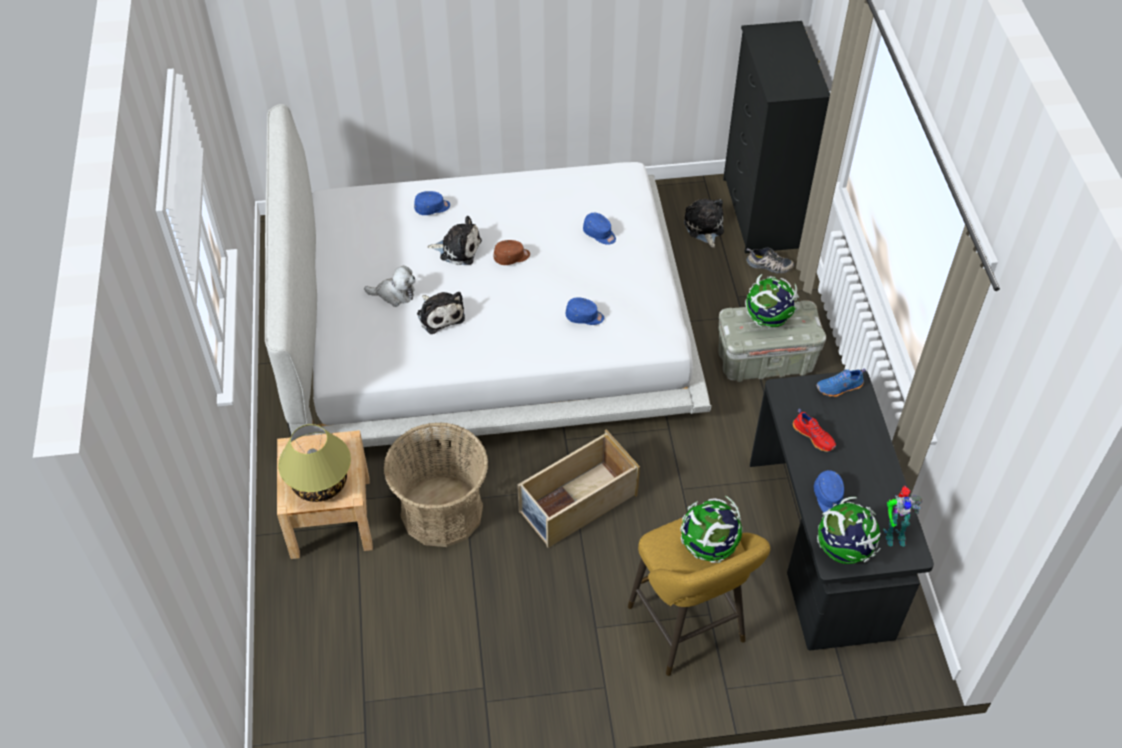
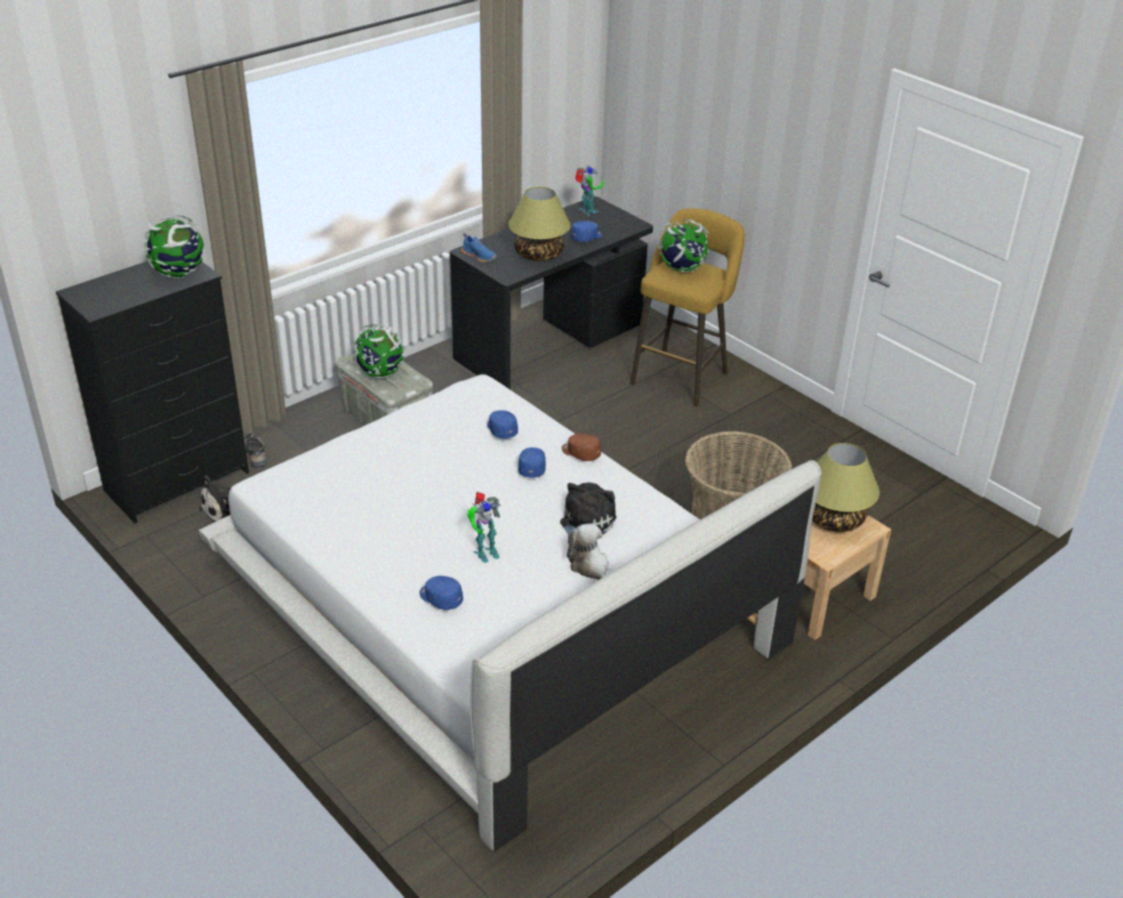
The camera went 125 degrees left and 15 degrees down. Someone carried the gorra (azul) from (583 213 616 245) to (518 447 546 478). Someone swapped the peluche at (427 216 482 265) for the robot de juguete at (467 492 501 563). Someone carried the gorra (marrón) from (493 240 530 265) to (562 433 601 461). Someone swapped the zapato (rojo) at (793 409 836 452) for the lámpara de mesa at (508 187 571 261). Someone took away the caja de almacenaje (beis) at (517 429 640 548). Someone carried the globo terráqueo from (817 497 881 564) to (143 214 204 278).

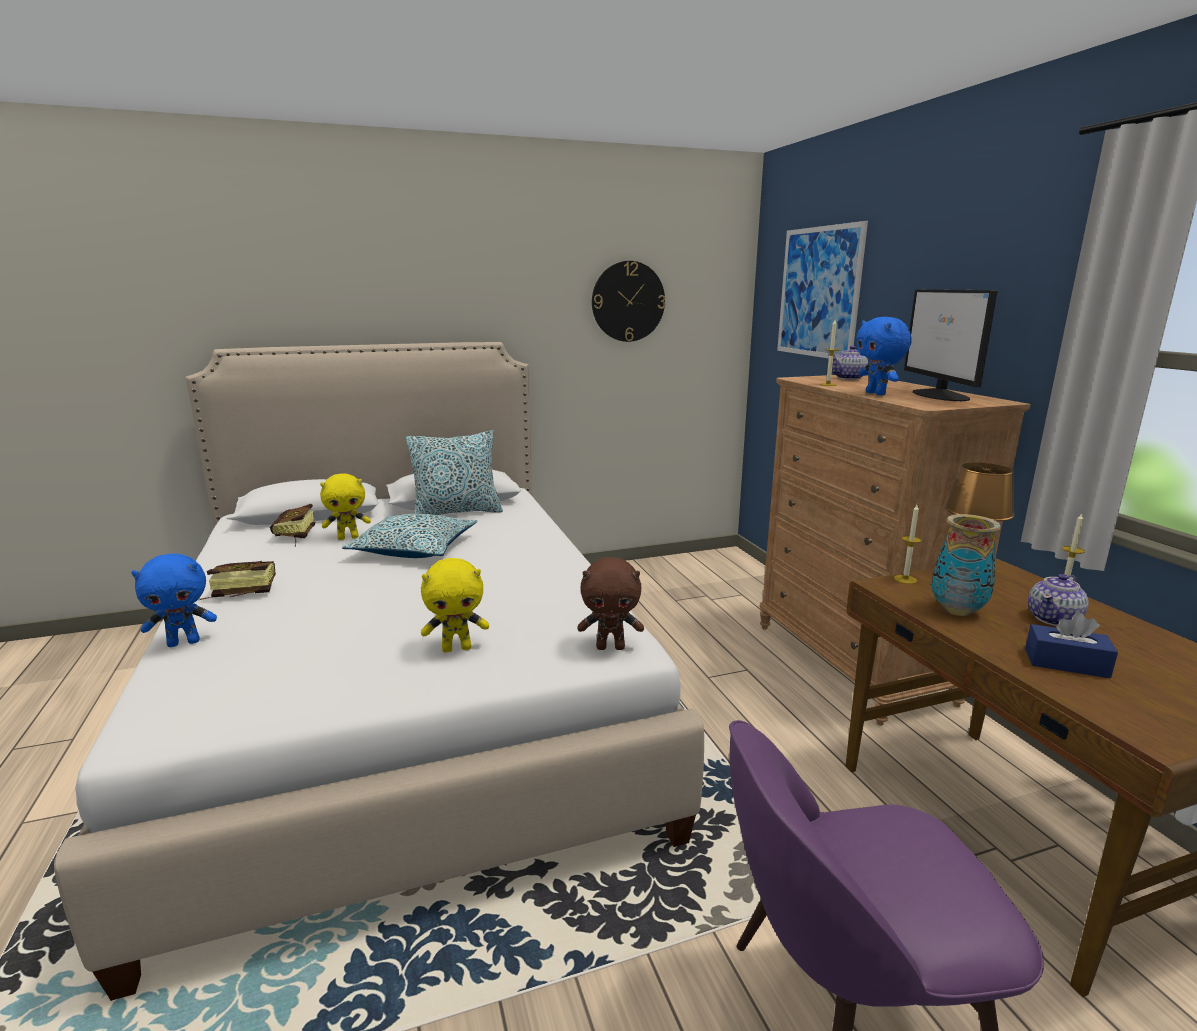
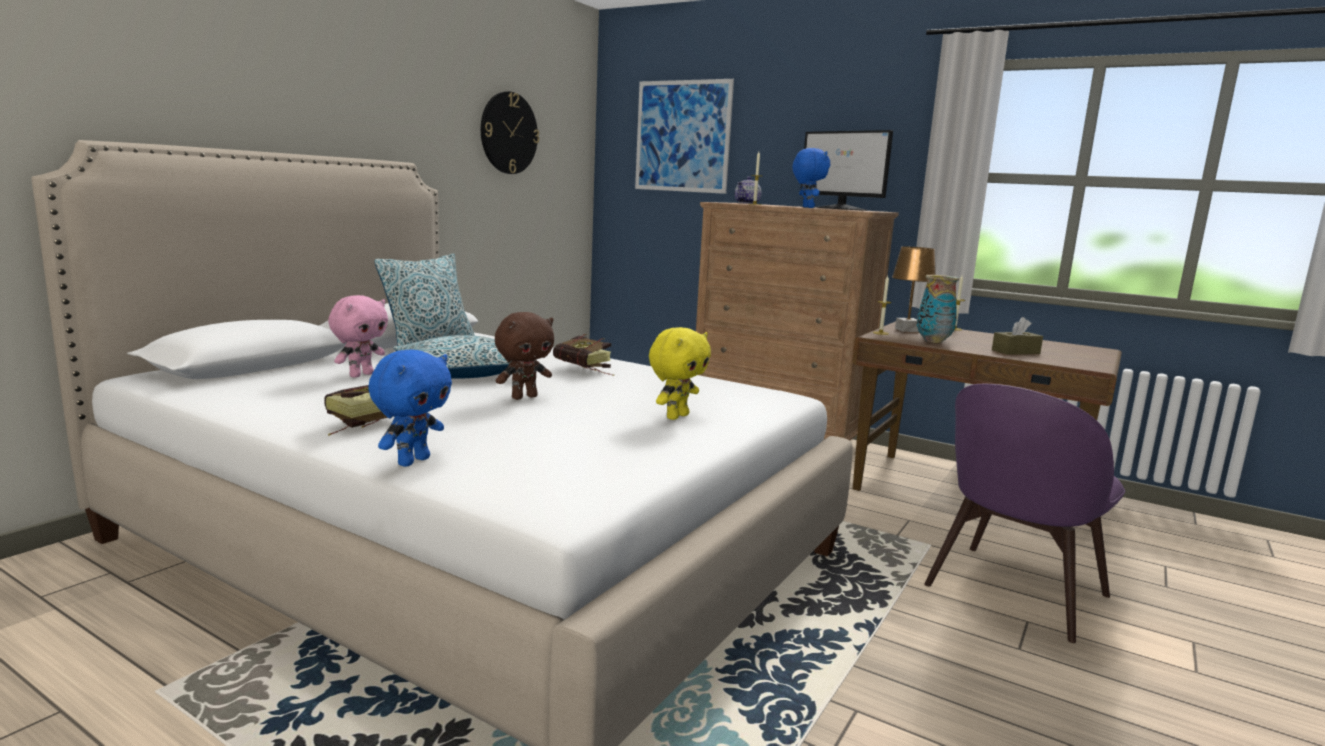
The camera went 40 degrees left and 5 degrees down. Someone rotated the peluche (azul) at (856 317 912 395) by 135 degrees counterclockwise. Someone repainted the peluche (amarillo) at (320 474 371 540), which became the peluche (rosa) at (328 295 388 378). Someone carried the libro from (270 504 315 547) to (553 334 614 376). Someone carried the peluche (marrón) from (577 557 644 650) to (495 312 554 400). Someone took away the tetera at (1028 574 1089 626). Someone repainted the caja de pañuelos (azul) at (1025 612 1118 678), which became the caja de pañuelos (marrón) at (992 317 1043 355).

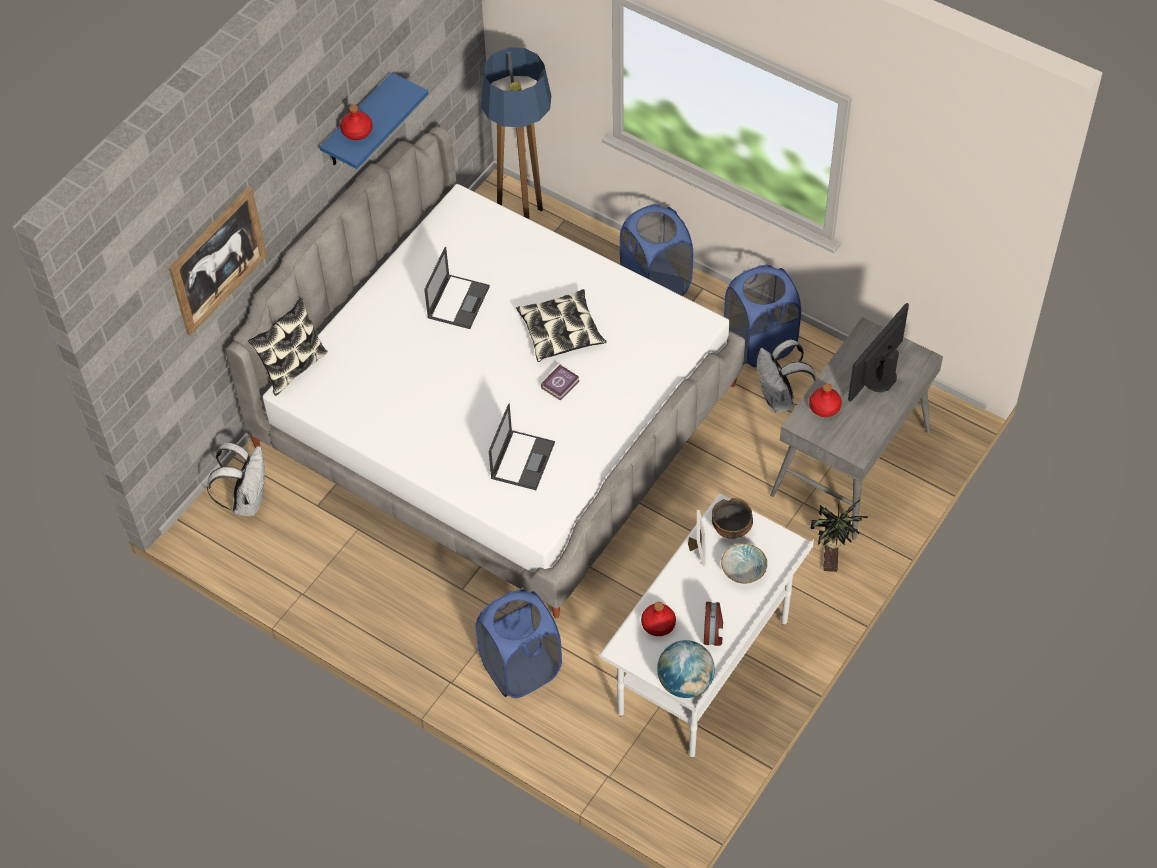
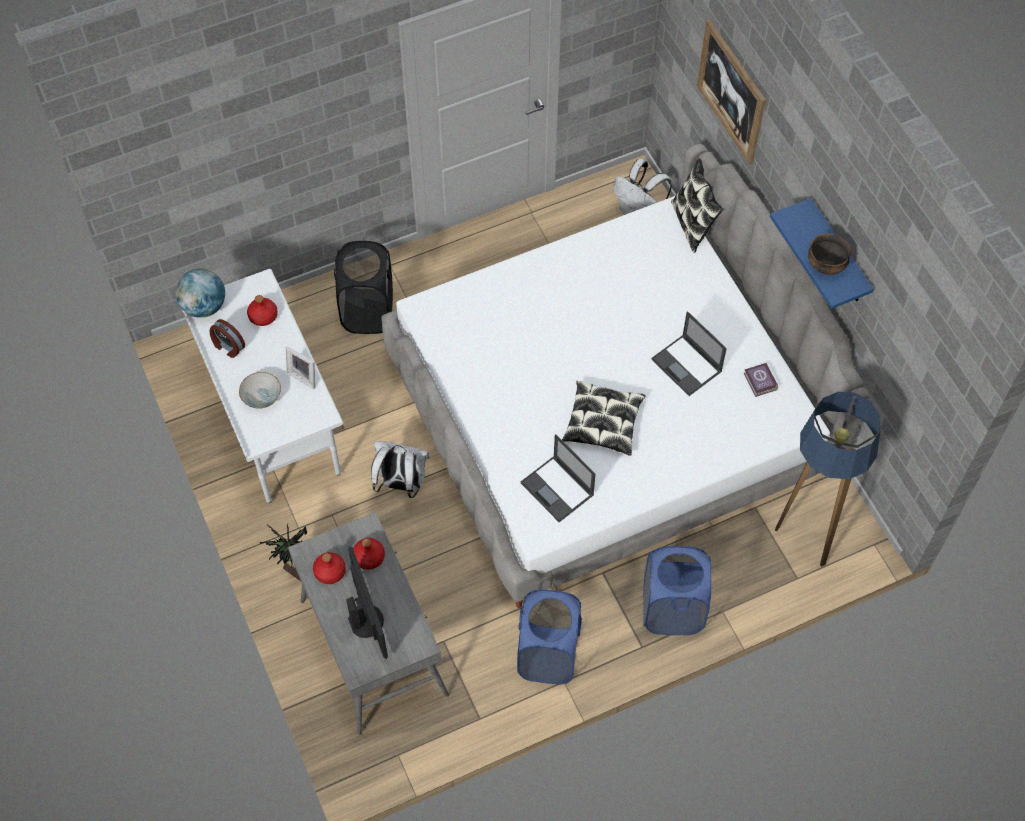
The camera went 120 degrees right and 5 degrees up. Someone carried the botella (rojo) from (340 105 373 140) to (313 552 346 584). Someone carried the mochila (blanco) from (757 339 817 413) to (371 441 430 498). Someone carried the libro from (541 365 579 401) to (744 363 778 397). Someone carried the portátil from (489 404 555 490) to (521 434 595 522). Someone carried the cuenco from (712 498 753 539) to (808 233 851 275). Someone repainted the cesto de la ropa (azul) at (476 590 562 698), which became the cesto de la ropa (negro) at (334 241 393 334).

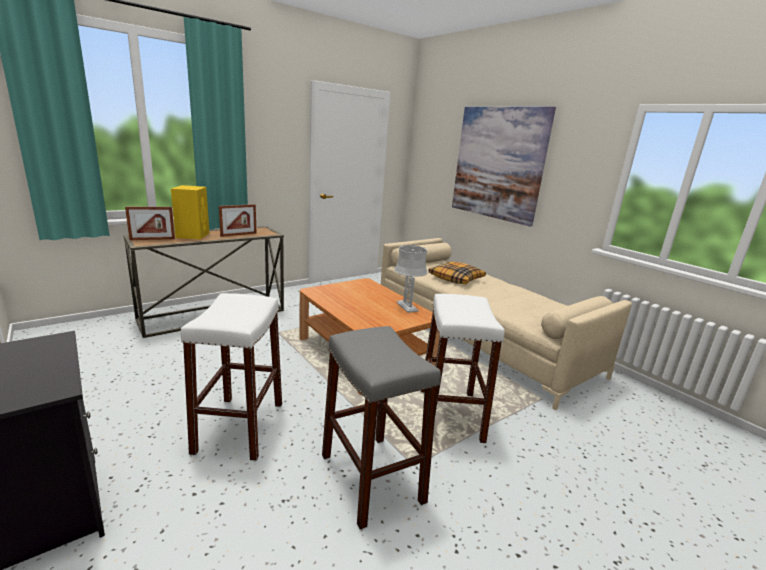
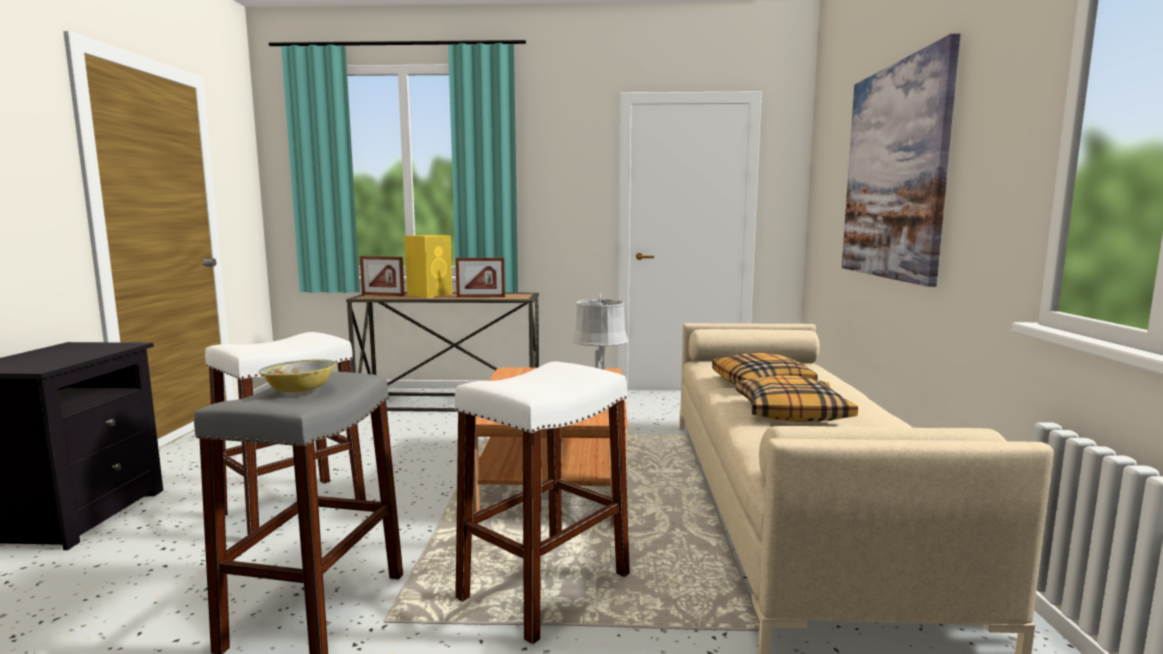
The camera went 40 degrees right and 10 degrees down. Someone put down the cuenco at (259 359 336 392). Someone put down the cojín at (736 375 858 422).

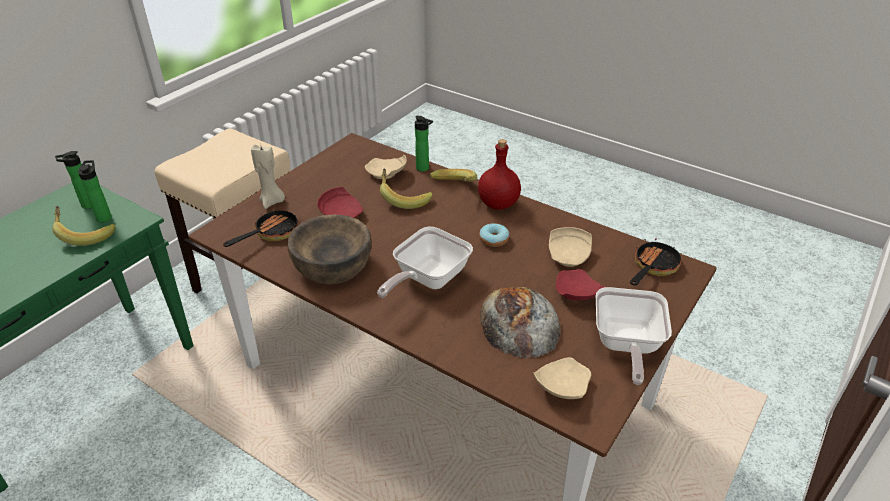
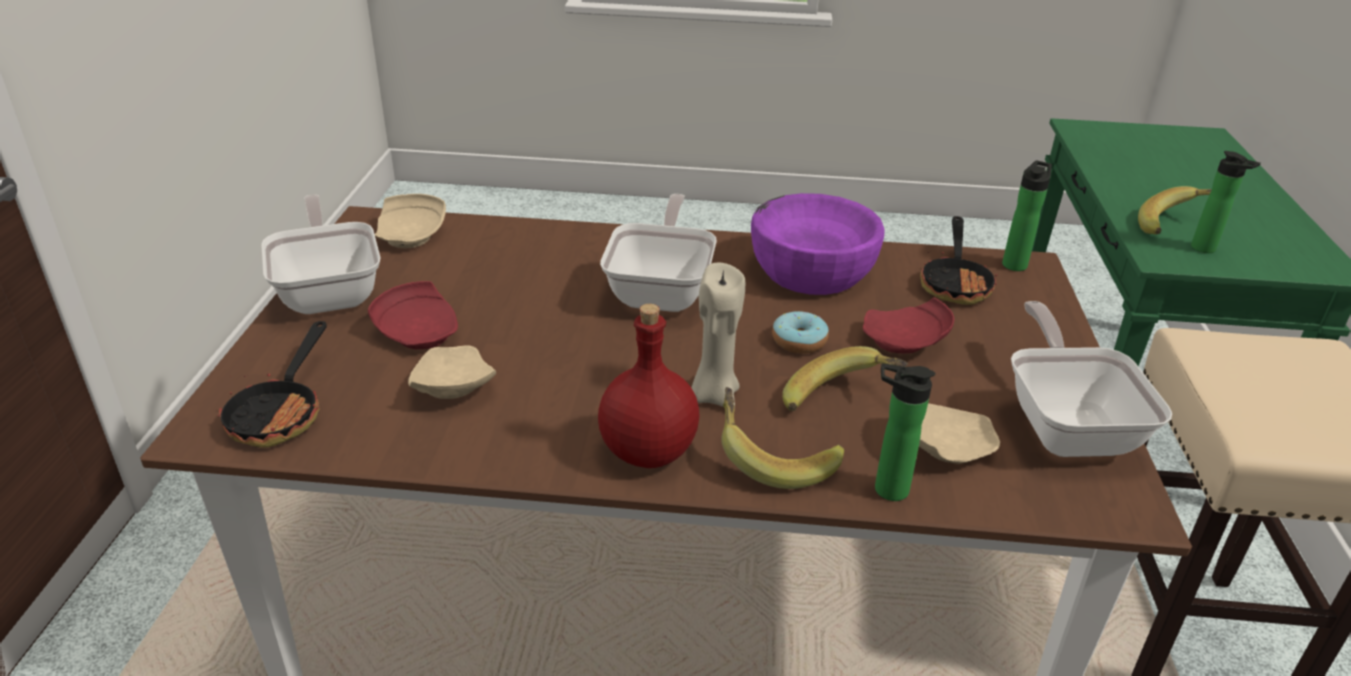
The camera went 150 degrees right and 5 degrees down. Someone carried the vela (beis) from (251 143 285 209) to (691 263 745 407). Someone carried the botella from (55 151 92 209) to (1002 161 1052 271). Someone repainted the cuenco (marrón) at (288 214 371 285), which became the cuenco (morado) at (751 193 885 295). Someone carried the rosquilla from (479 223 509 247) to (772 311 829 354). Someone took away the pan at (480 287 561 359). Someone put down the sartén at (1011 301 1173 457).

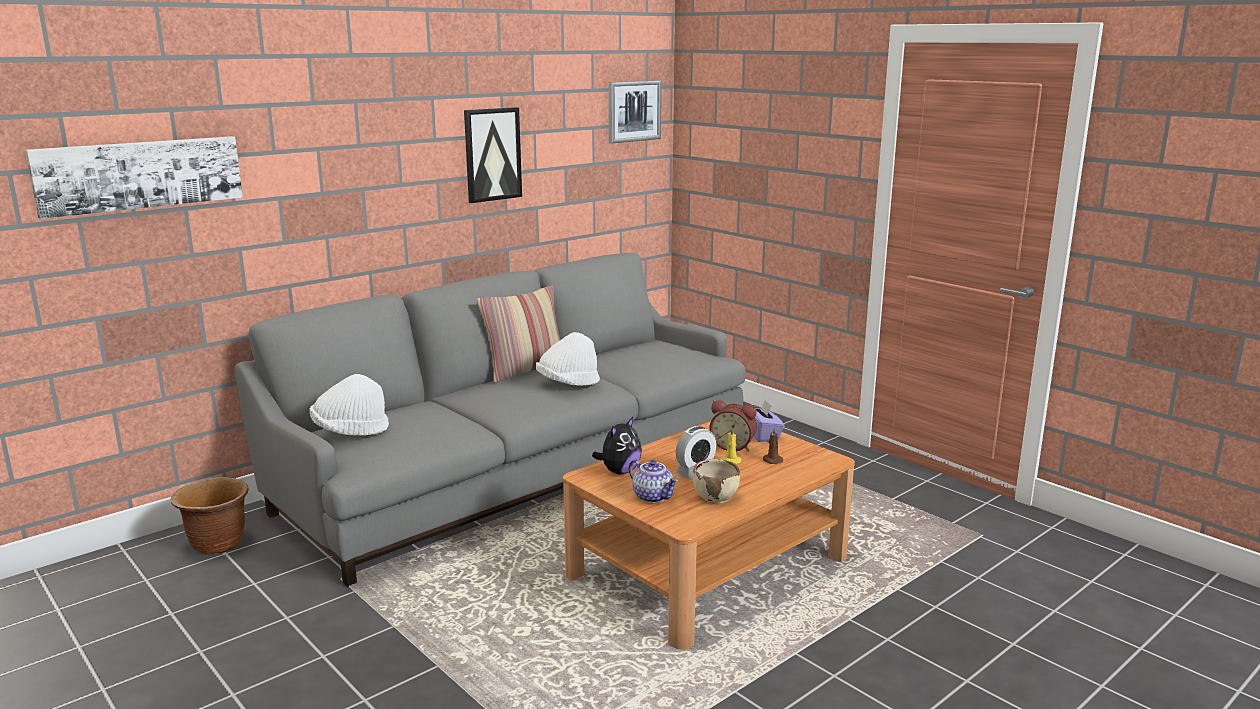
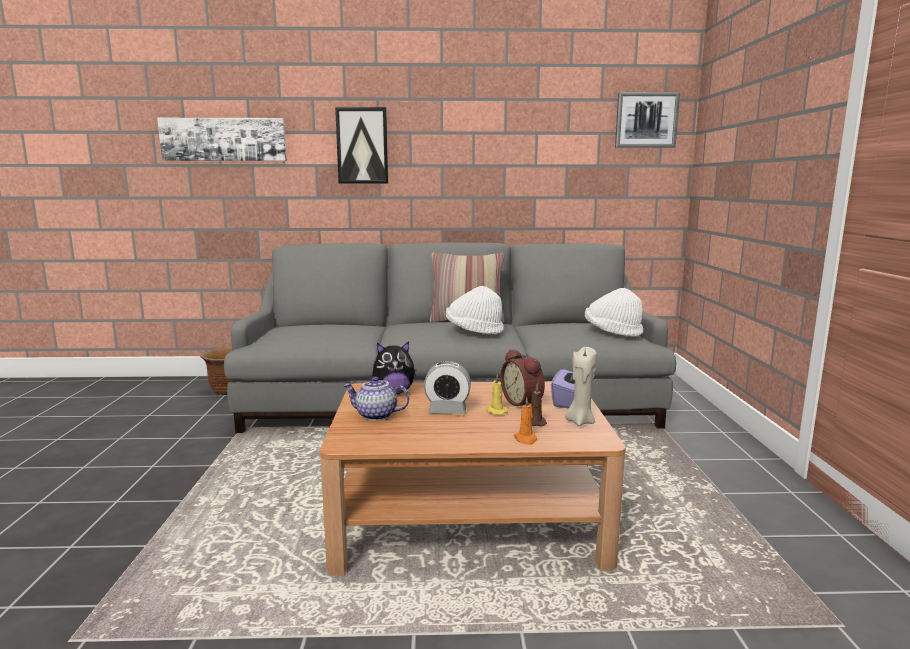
The camera went 40 degrees right and 5 degrees down. Someone carried the cuadro from (464 107 522 203) to (335 107 388 184). Someone carried the sombrero (blanco) from (310 374 389 436) to (585 288 643 337). Someone rotated the tetera at (629 459 678 503) by 105 degrees clockwise. Someone took away the cuenco (beis) at (693 459 740 503). Someone put down the vela (beis) at (565 347 597 426). Someone put down the vela (naranja) at (514 398 537 445).

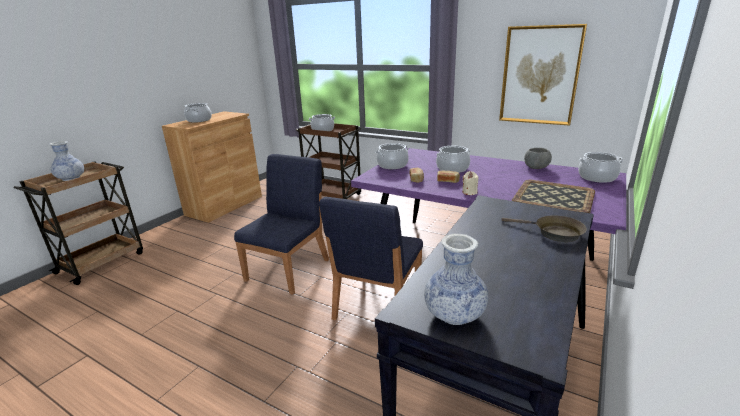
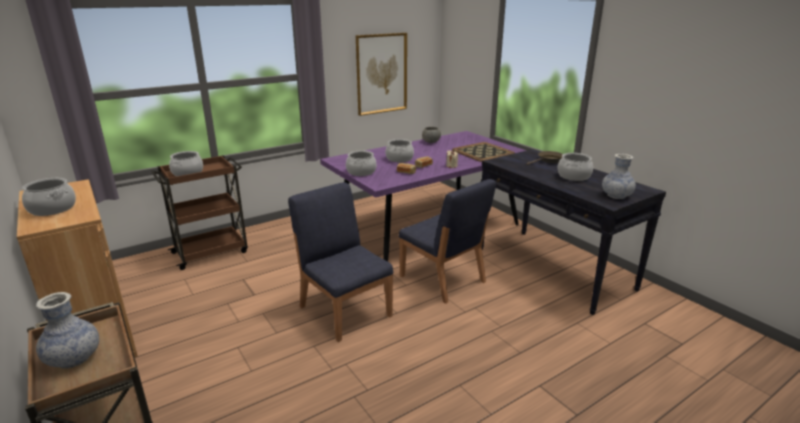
The camera went 65 degrees left and 0 degrees up. Someone carried the olla from (578 152 623 183) to (557 153 593 181).

